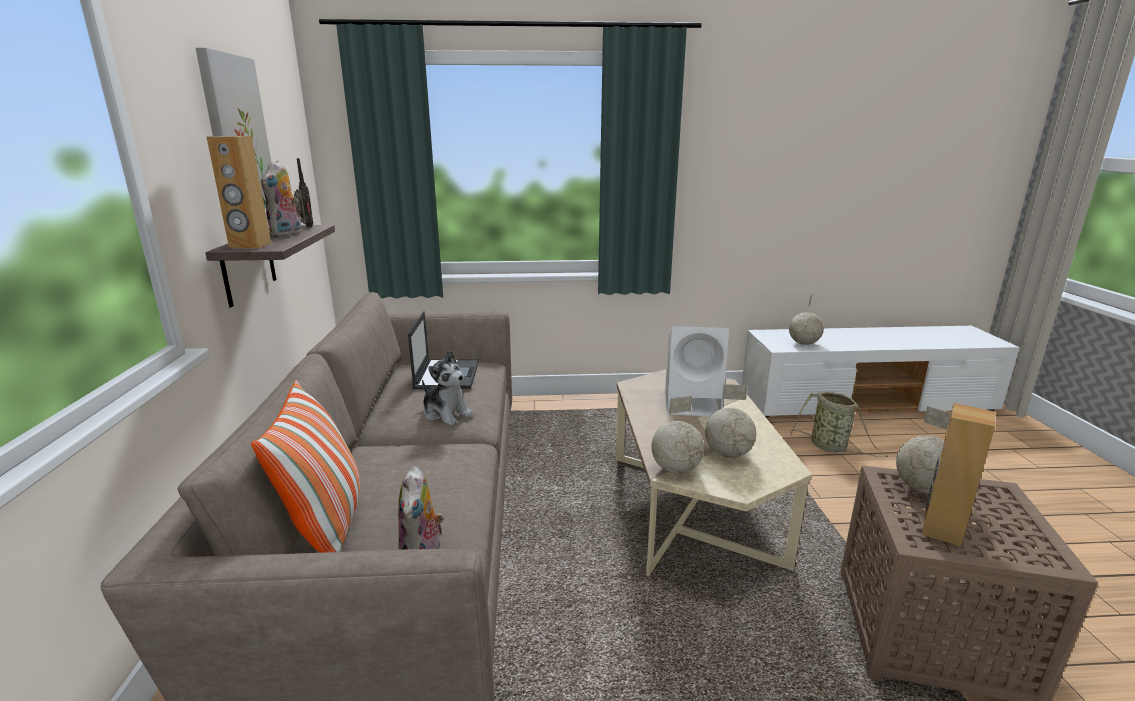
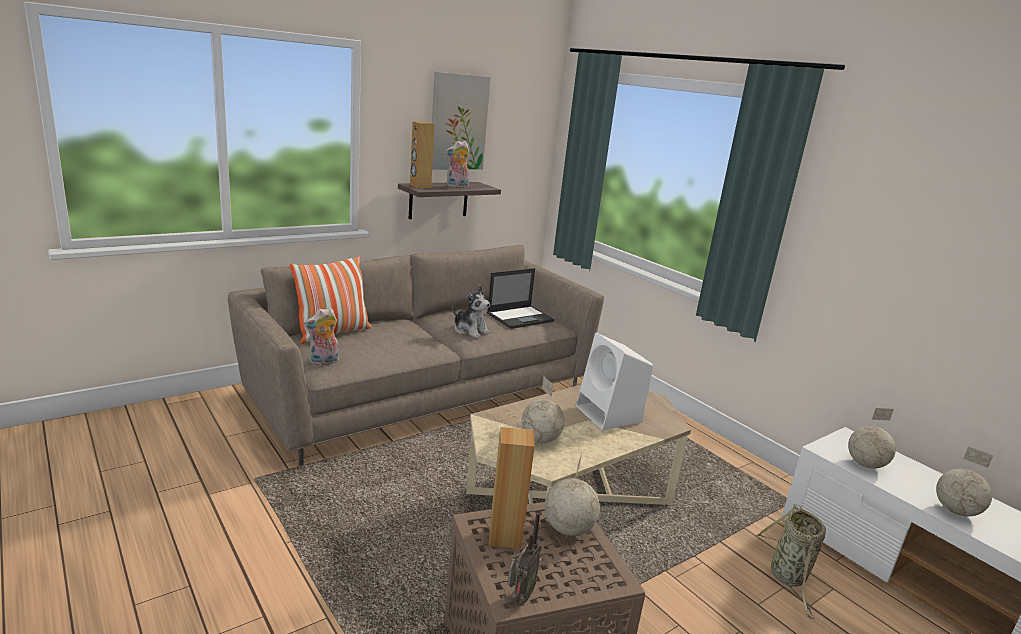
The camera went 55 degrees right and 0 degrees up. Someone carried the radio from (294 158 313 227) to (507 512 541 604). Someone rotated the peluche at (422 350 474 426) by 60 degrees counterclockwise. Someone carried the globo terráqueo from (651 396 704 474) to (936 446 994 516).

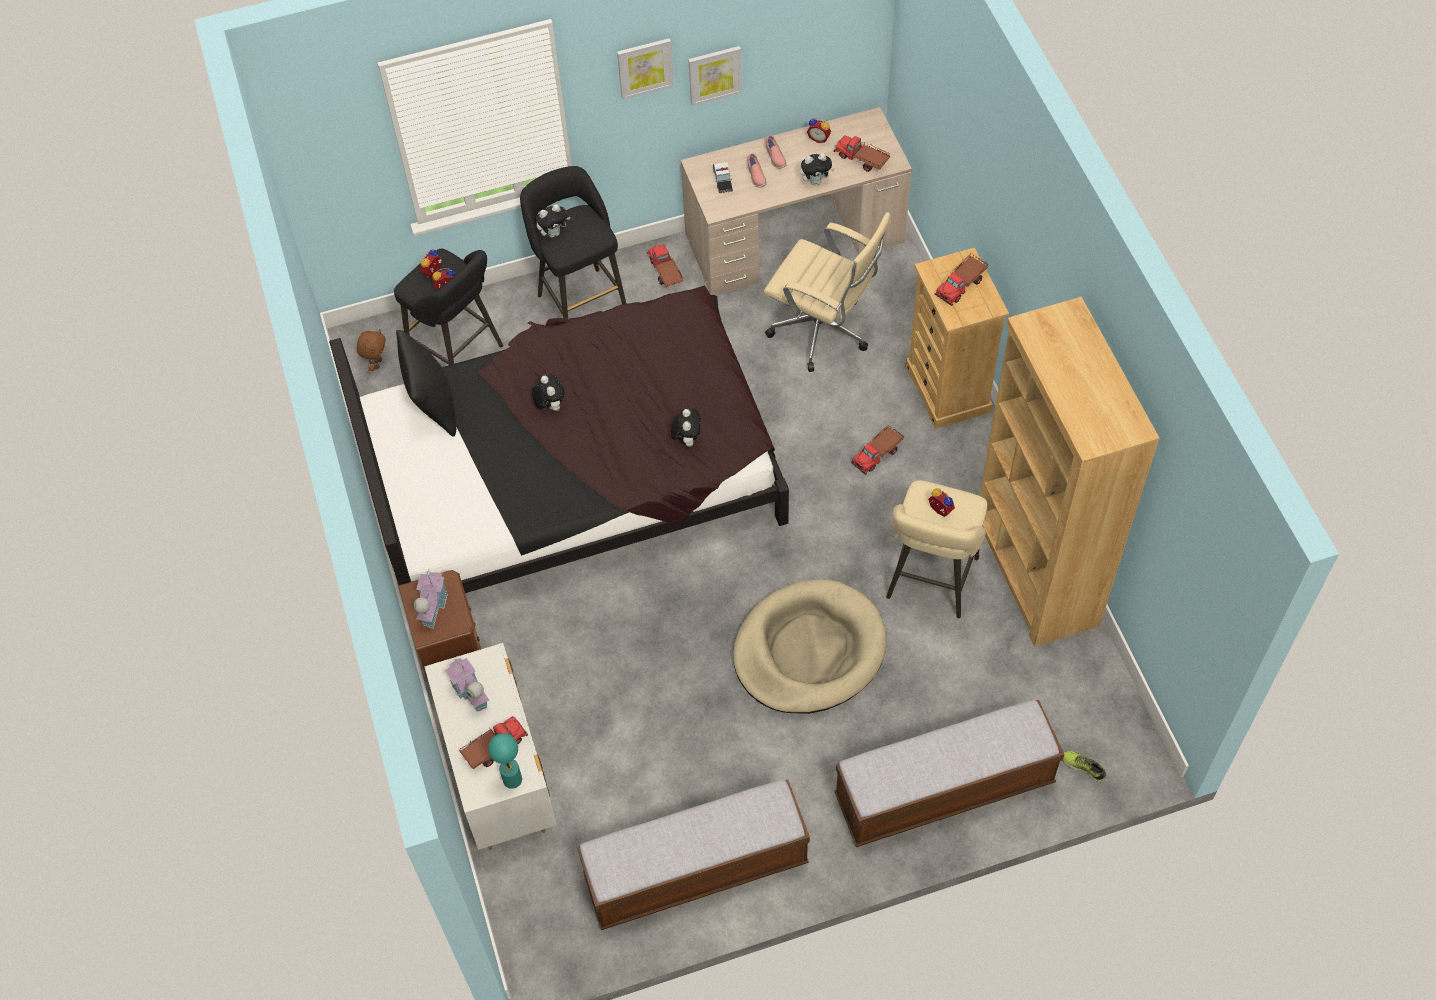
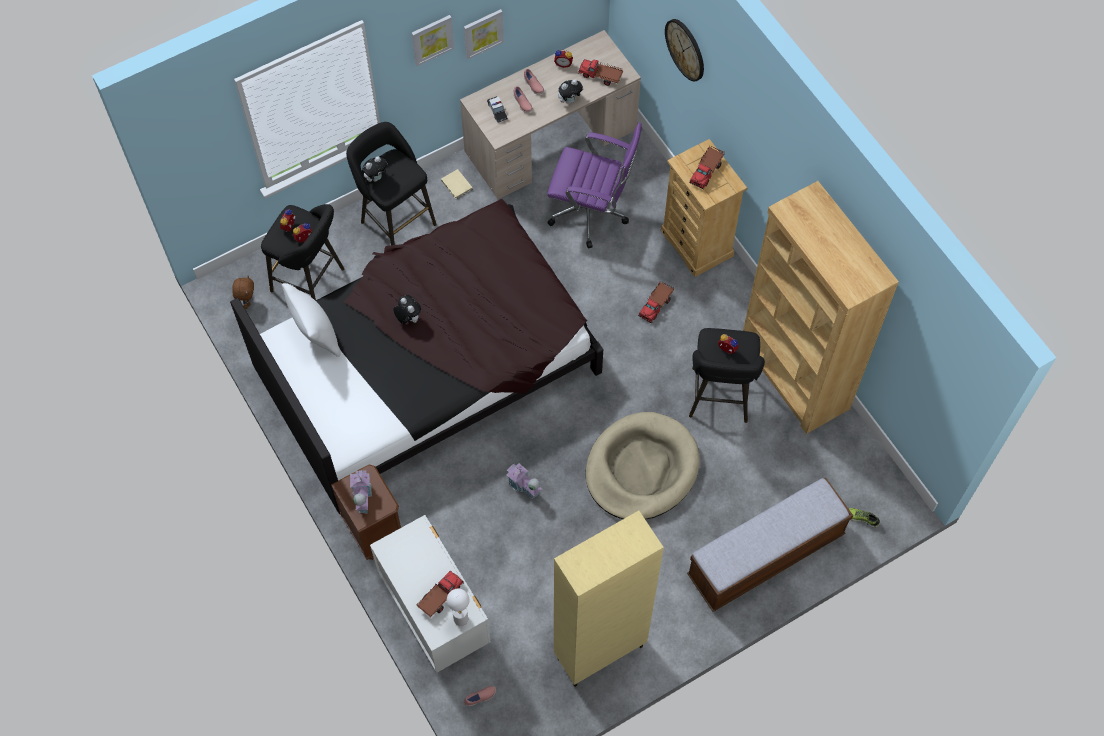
The camera went 15 degrees left and 5 degrees up. Someone repainted the silla de oficina (beis) at (764 212 891 372), which became the silla de oficina (morado) at (547 123 642 249). Someone swapped the camión de juguete at (647 244 684 287) for the libro (beis) at (441 169 473 199). Someone repainted the cojín (negro) at (396 330 456 436), which became the cojín (blanco) at (282 283 341 357). Someone took away the peluche at (671 408 701 447). Someone repainted the taburete (beis) at (886 480 987 618), which became the taburete (negro) at (689 328 765 423). Someone carried the casita from (445 658 489 712) to (506 463 542 499). Someone repainted the lámpara de mesa (turquesa) at (488 733 522 789), which became the lámpara de mesa (blanco) at (447 589 469 626). Someone swapped the banco at (577 779 810 930) for the armario (beis) at (554 511 664 687). Someone put up the reloj de pared at (665 19 704 81). Someone put down the zapato (rosa) at (464 686 496 706).

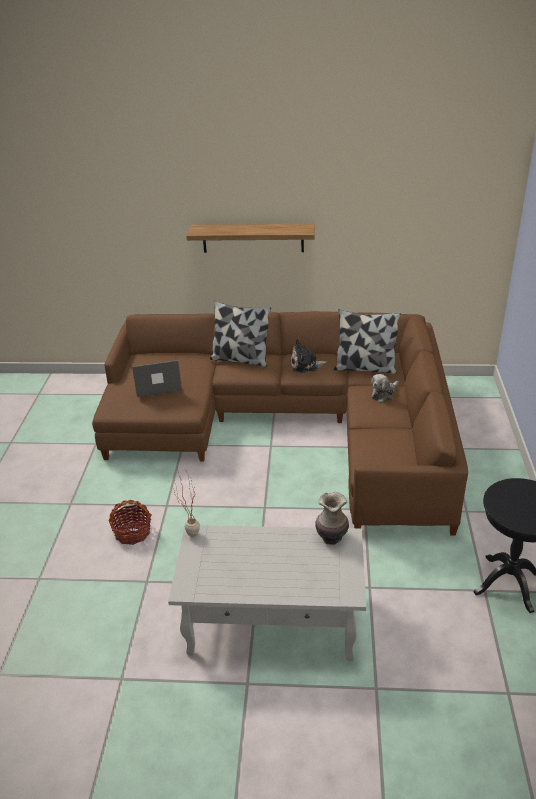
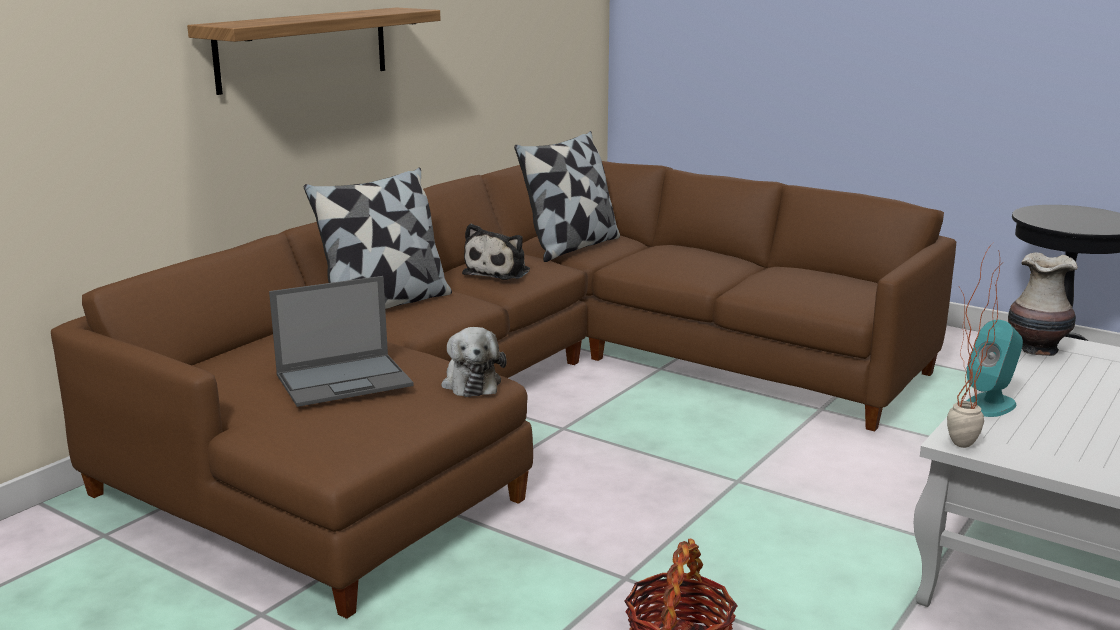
The camera went 60 degrees left and 15 degrees down. Someone rotated the portátil at (132 360 182 397) by 135 degrees counterclockwise. Someone carried the peluche from (371 374 399 403) to (441 327 506 397). Someone put down the altavoz (turquesa) at (967 320 1023 417).

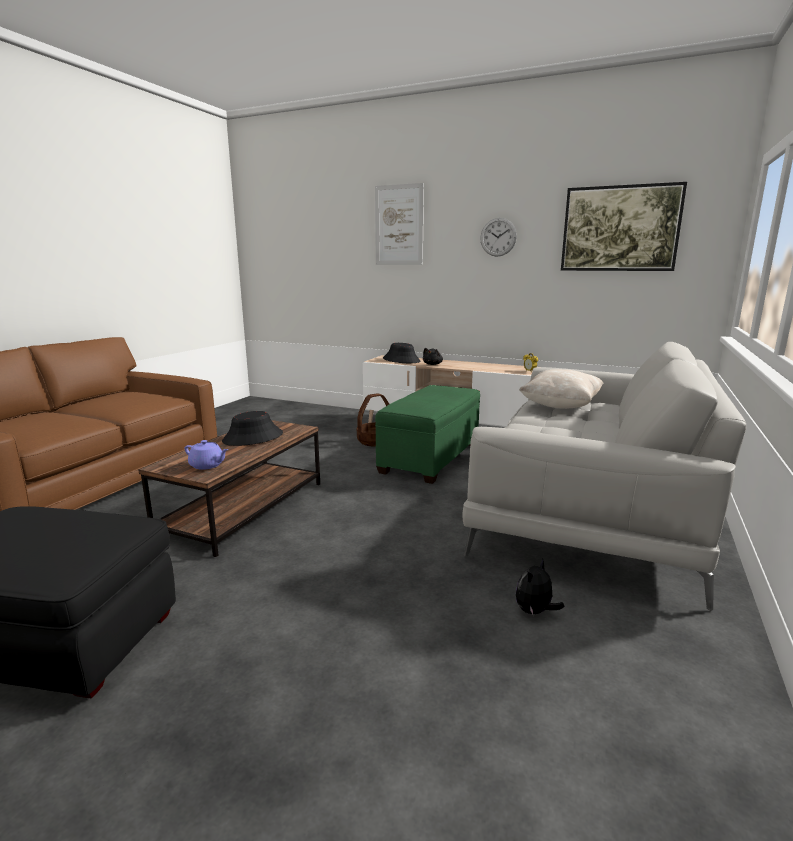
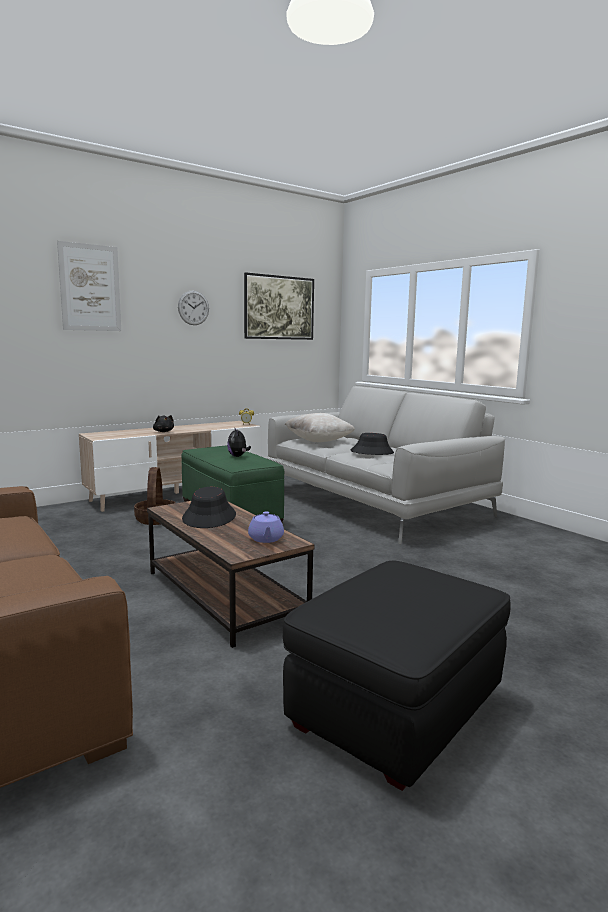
The camera went 60 degrees left and 5 degrees down. Someone carried the sombrero (negro) from (383 343 420 363) to (350 433 394 455). Someone rotated the tetera (morado) at (185 440 229 470) by 120 degrees clockwise. Someone carried the peluche from (516 559 565 616) to (227 428 251 457).

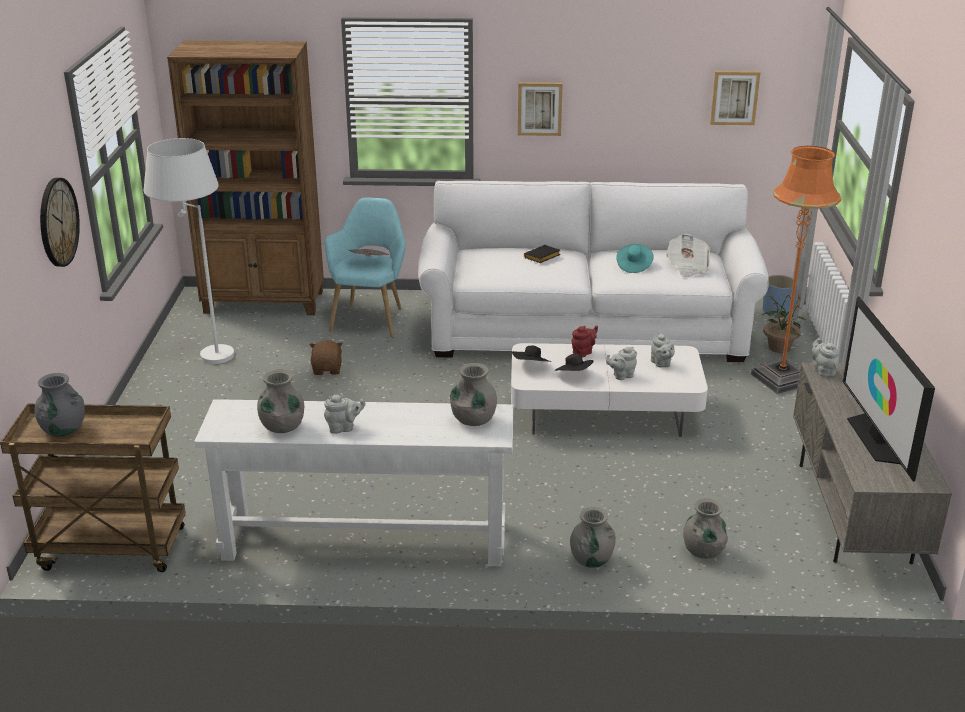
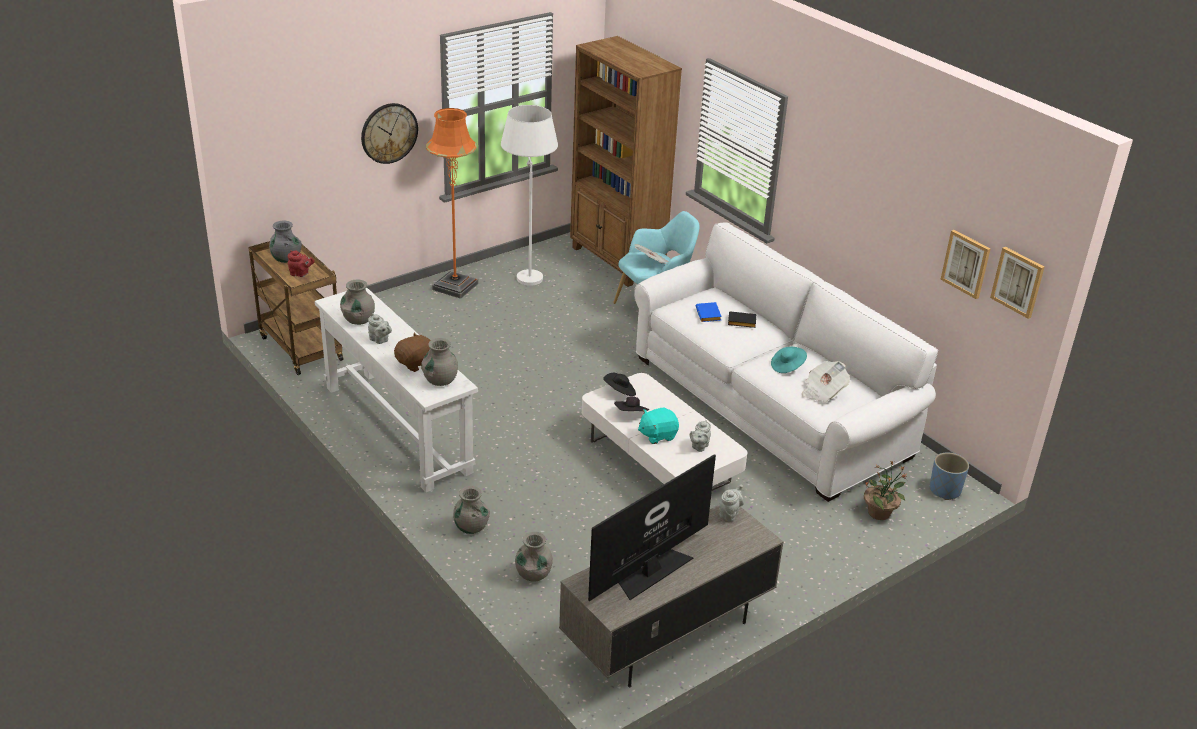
The camera went 50 degrees right and 5 degrees up. Someone carried the cuadro from (518 82 563 136) to (990 247 1044 319). Someone carried the lámpara de pie (naranja) from (751 146 841 394) to (426 108 478 299). Someone carried the tetera (rojo) from (572 325 598 358) to (288 250 315 277). Someone carried the peluche (marrón) from (309 340 343 375) to (394 333 431 372). Someone swapped the tetera (gris) at (606 347 637 380) for the peluche (turquesa) at (638 407 679 444). Someone put down the libro (azul) at (696 302 722 322).

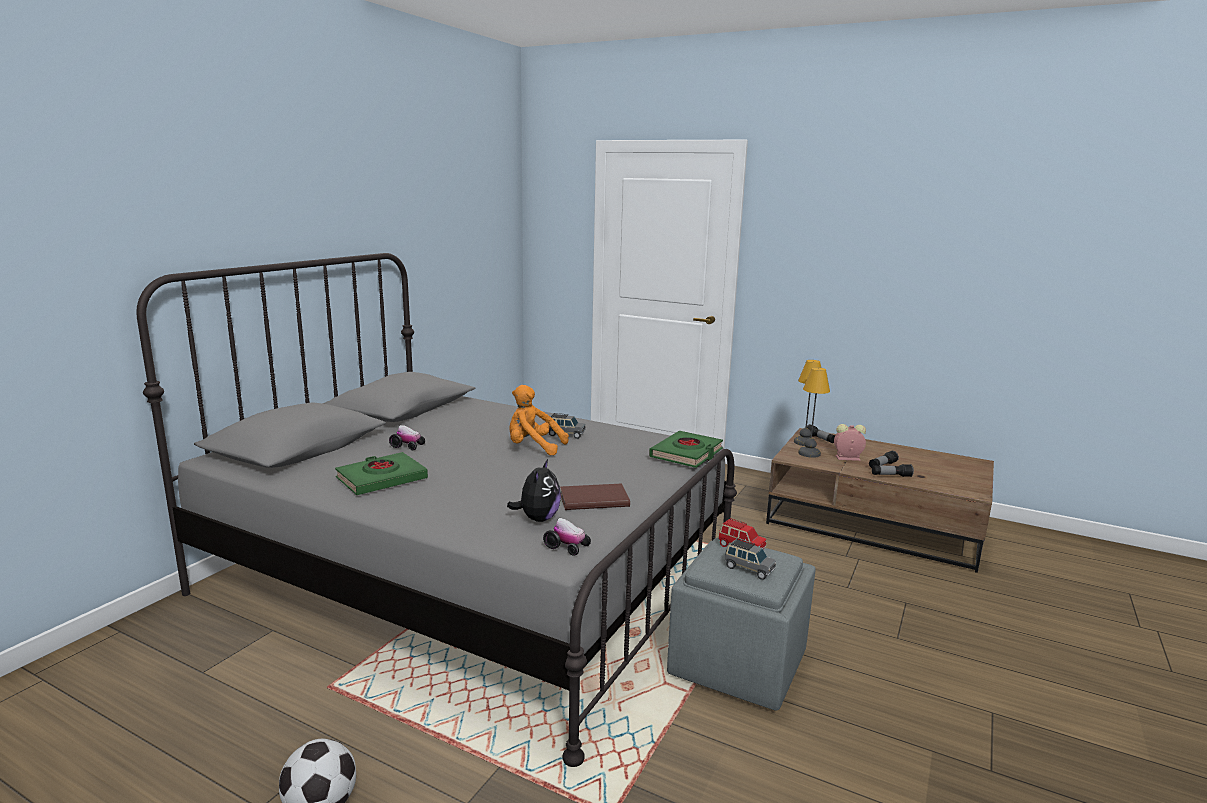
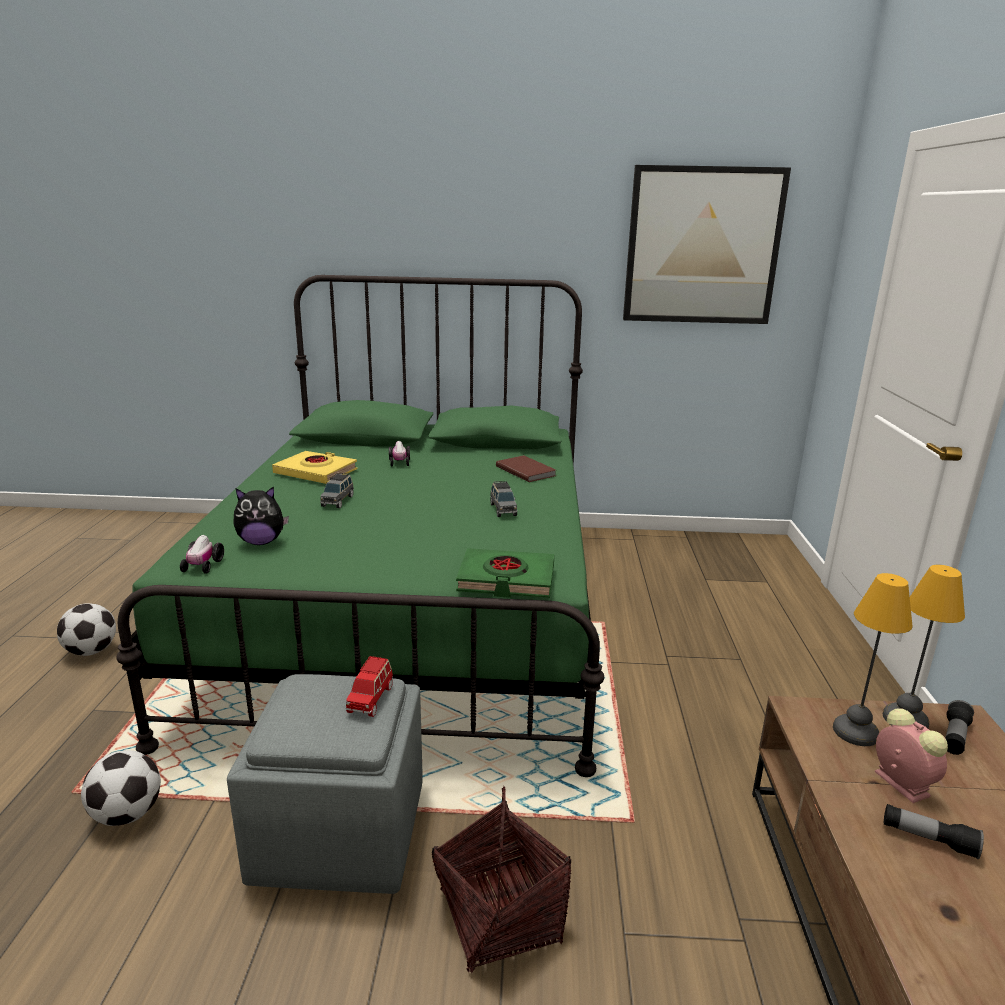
The camera went 65 degrees right and 5 degrees up. Someone repainted the cama (gris) at (136 253 737 767), which became the cama (verde) at (116 275 604 777). Someone took away the peluche (naranja) at (509 385 569 455). Someone repainted the libro (verde) at (335 452 428 495), which became the libro (amarillo) at (272 451 357 484). Someone took away the linterna at (872 464 914 477). Someone carried the libro (marrón) from (560 483 630 510) to (496 455 556 482). Someone carried the coche de juguete (gris) from (725 538 776 580) to (320 473 354 508). Someone put up the cuadro at (623 165 791 324). Someone put down the balón de fútbol at (81 750 161 826). Someone put down the cesta at (432 786 571 973).

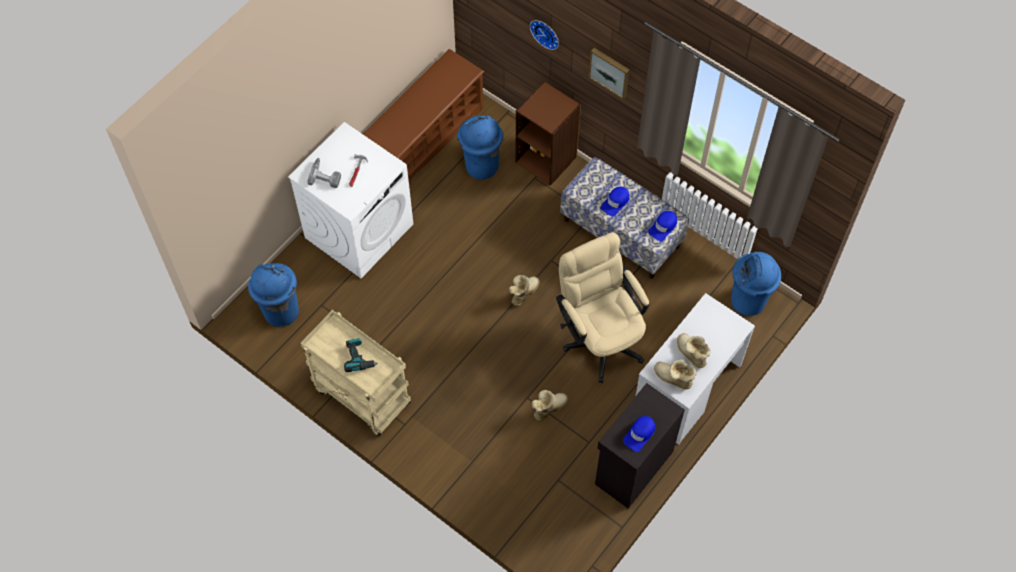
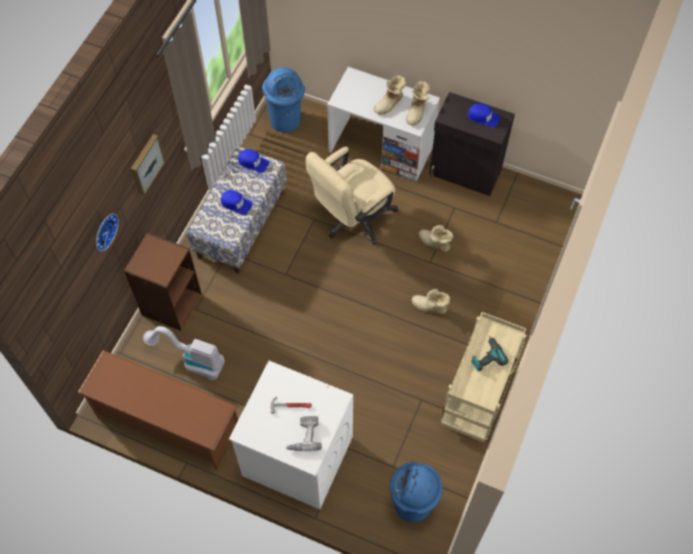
The camera went 105 degrees left and 0 degrees up. Someone swapped the papelera (azul) at (457 116 503 180) for the aspiradora at (143 326 225 380). Someone carried the bota from (509 275 540 306) to (412 289 450 314).

